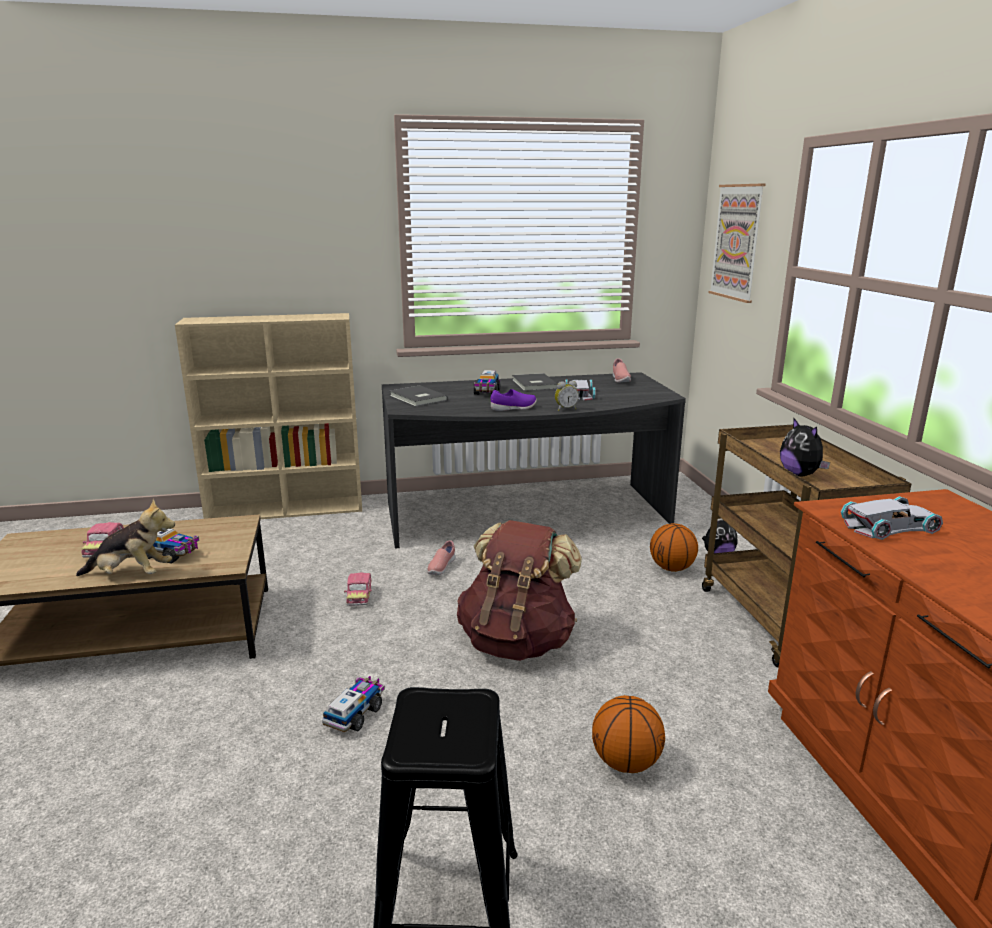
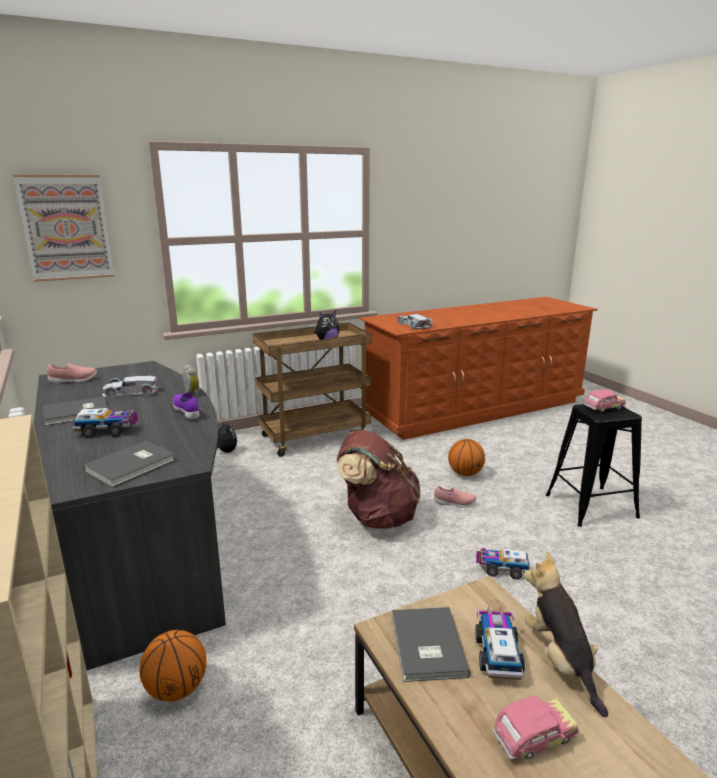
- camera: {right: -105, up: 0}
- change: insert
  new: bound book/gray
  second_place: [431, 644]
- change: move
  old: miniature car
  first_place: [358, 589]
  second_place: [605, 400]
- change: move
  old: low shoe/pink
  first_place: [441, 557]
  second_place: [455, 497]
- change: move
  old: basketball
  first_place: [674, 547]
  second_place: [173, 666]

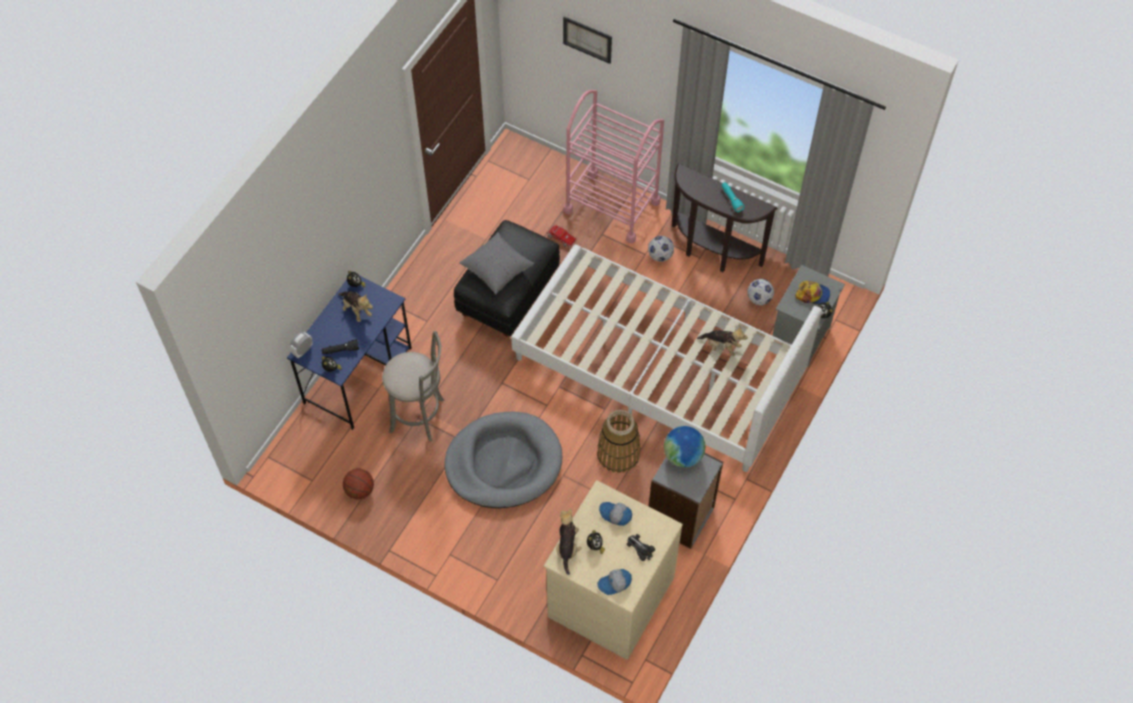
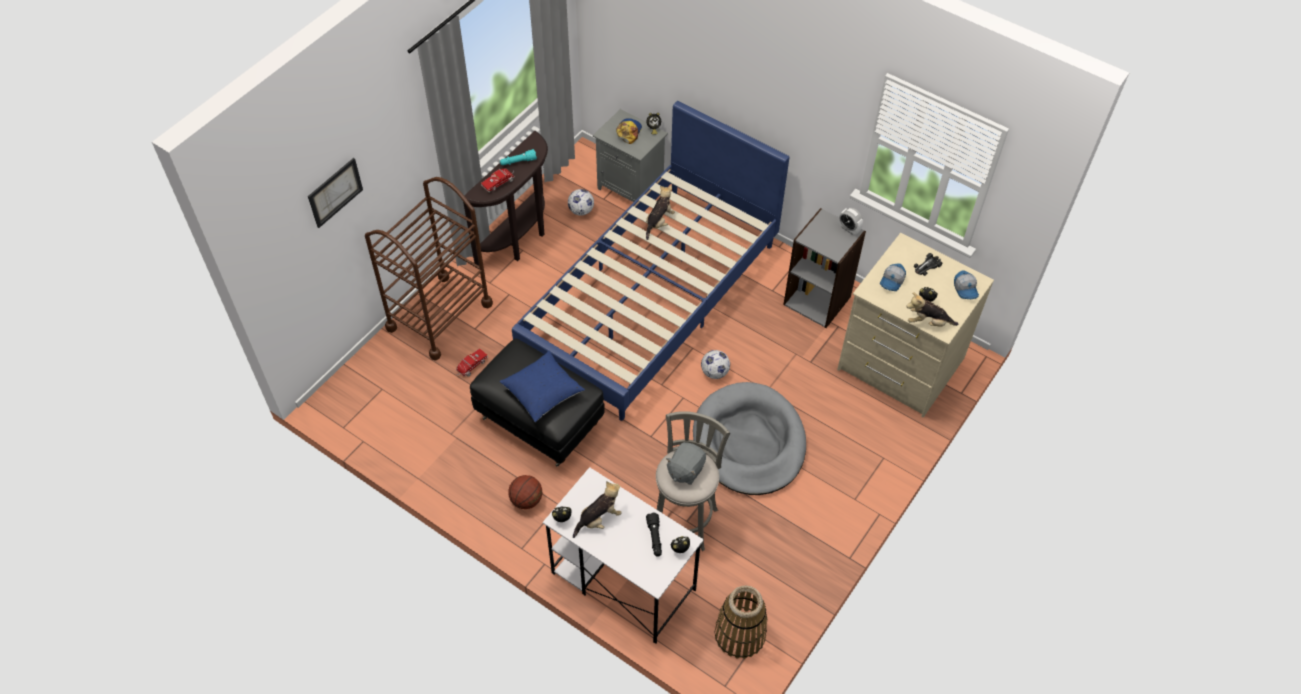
- camera: {right: -85, up: -5}
- change: delete
  old: globe
  first_place: [684, 447]
- change: insert
  new: toy lorry
  second_place: [498, 181]
- change: insert
  new: soft toy/gray
  second_place: [686, 463]
- change: move
  old: table clock
  first_place: [301, 345]
  second_place: [851, 221]
- change: move
  old: basketball
  first_place: [358, 484]
  second_place: [525, 492]
- change: move
  old: basket
  first_place: [619, 441]
  second_place: [741, 622]
- change: move
  old: ball for football
  first_place: [661, 249]
  second_place: [715, 364]
- change: recolor
  old: desk unit/bluish
  new: desk unit/whitish
  first_place: [349, 353]
  second_place: [623, 555]
- change: recolor
  old: throw pillow/gray
  new: throw pillow/bluish
  first_place: [496, 263]
  second_place: [542, 386]
- change: recolor
  old: bed/whitish
  new: bed/bluish
  first_place: [666, 358]
  second_place: [651, 261]
- change: recolor
  old: cart/pink
  new: cart/brown
  first_place: [613, 166]
  second_place: [429, 269]

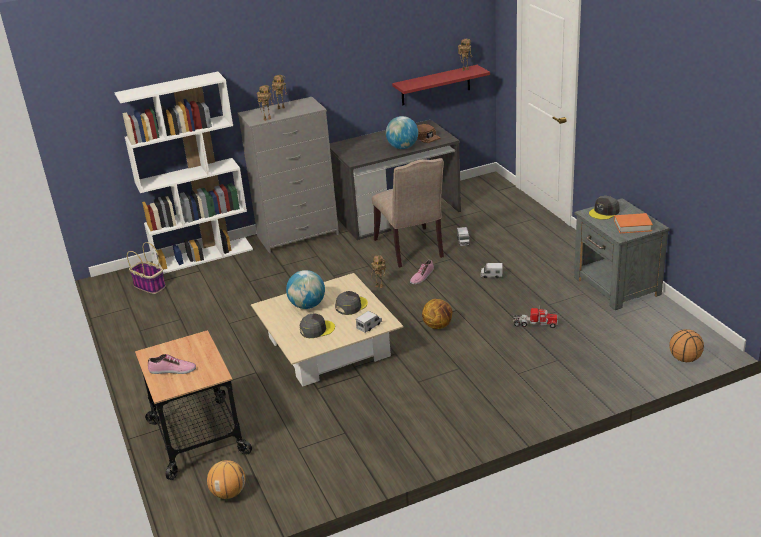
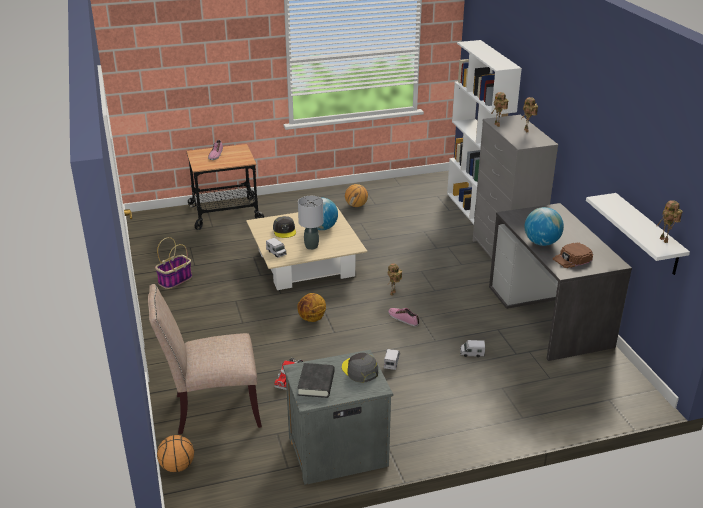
- camera: {right: 95, up: 0}
- change: move
  old: basket
  first_place: [146, 268]
  second_place: [173, 263]
- change: move
  old: basketball
  first_place: [226, 479]
  second_place: [356, 195]
- change: move
  old: upright chair/sand-coloured
  first_place: [408, 212]
  second_place: [205, 359]
- change: replace
  old: peaked cap/gray
  new: table lamp/gray
  first_place: [351, 303]
  second_place: [310, 223]
- change: recolor
  old: bracket shelf/reddish
  new: bracket shelf/whitish
  first_place: [441, 85]
  second_place: [638, 234]
- change: recolor
  old: bound book/orangey
  new: bound book/blackish
  first_place: [633, 223]
  second_place: [316, 380]

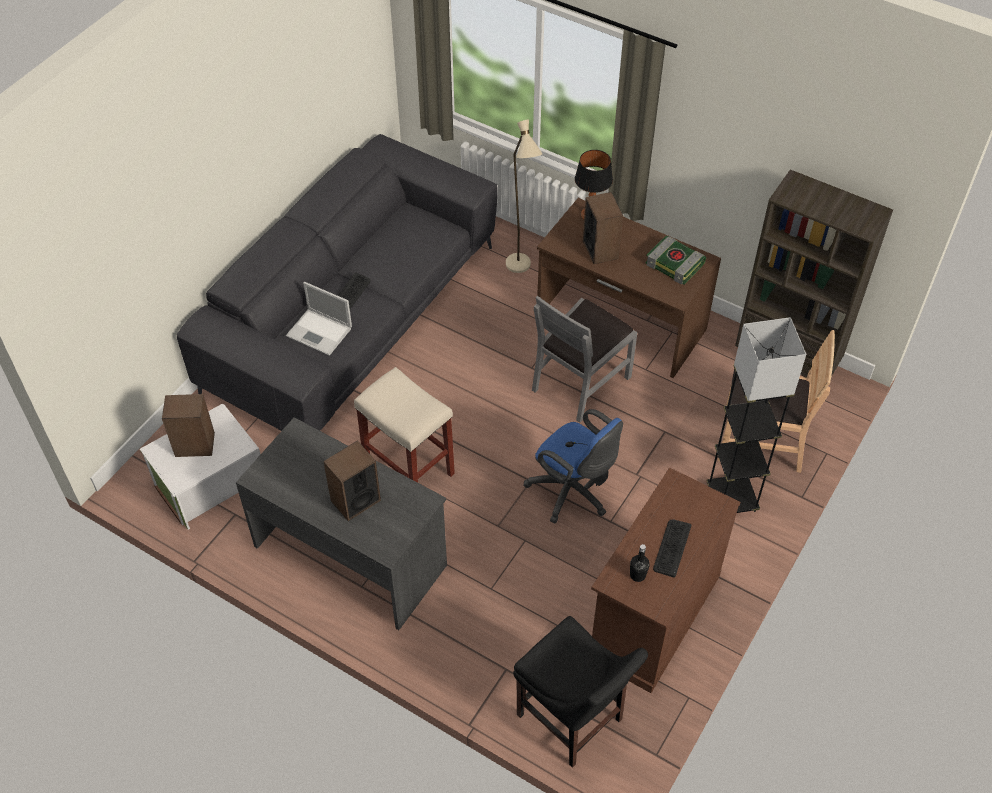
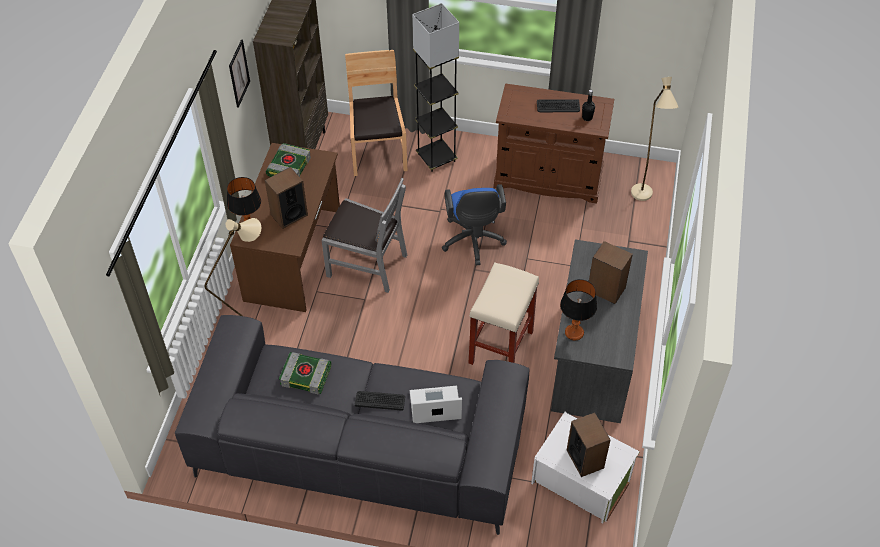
- camera: {right: -110, up: 0}
- change: insert
  new: picture
  second_place: [239, 73]
- change: insert
  new: bound book
  second_place: [305, 373]
- change: insert
  new: table lamp
  second_place: [578, 310]
- change: replace
  old: upright chair/blackish
  new: floor lamp/sand-coloured
  first_place: [580, 692]
  second_place: [654, 139]
- change: rotate
  old: laptop
  first_place: [319, 319]
  second_place: [436, 404]
  degrees: -105
- change: rotate
  old: office chair/bluish
  first_place: [573, 466]
  second_place: [474, 224]
  degrees: 150

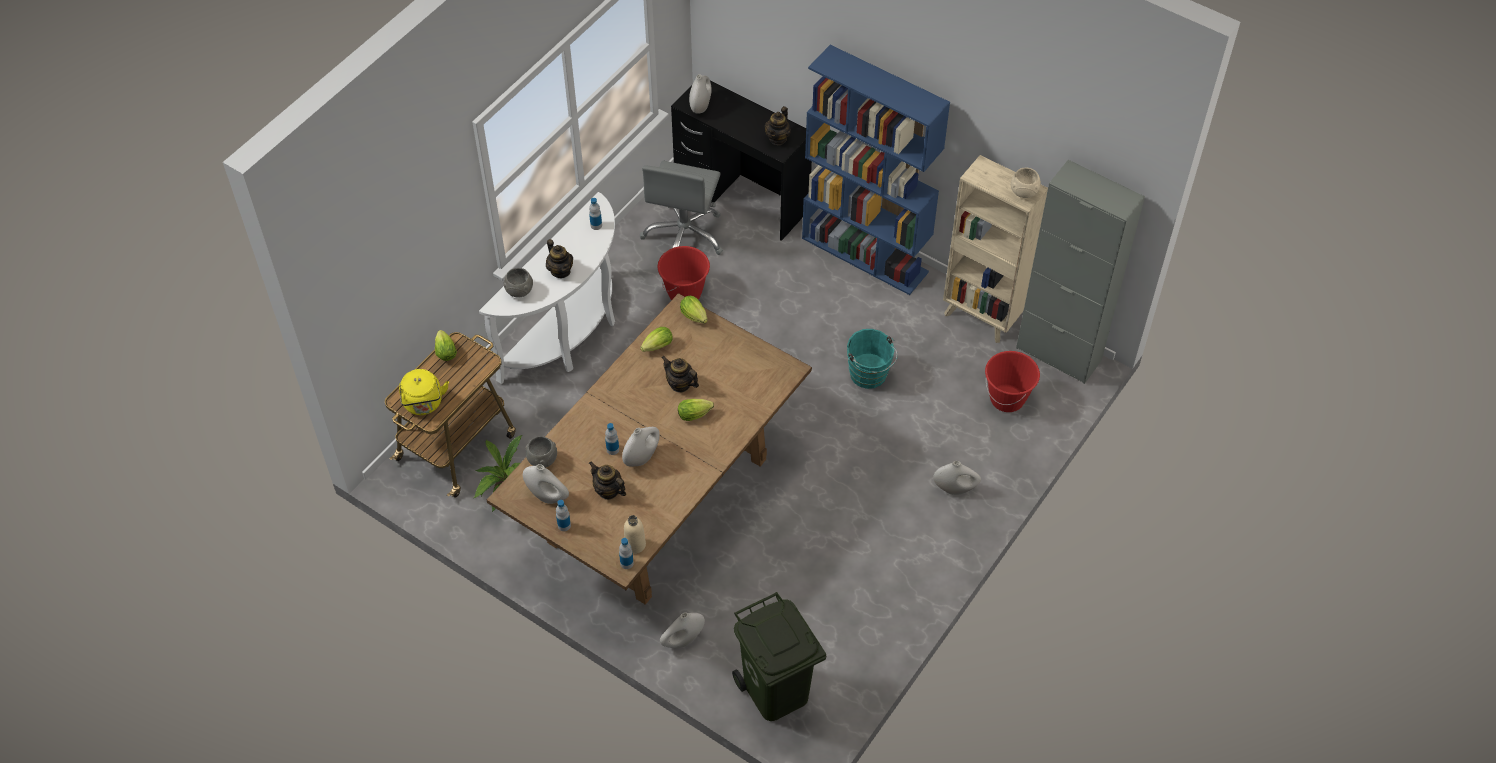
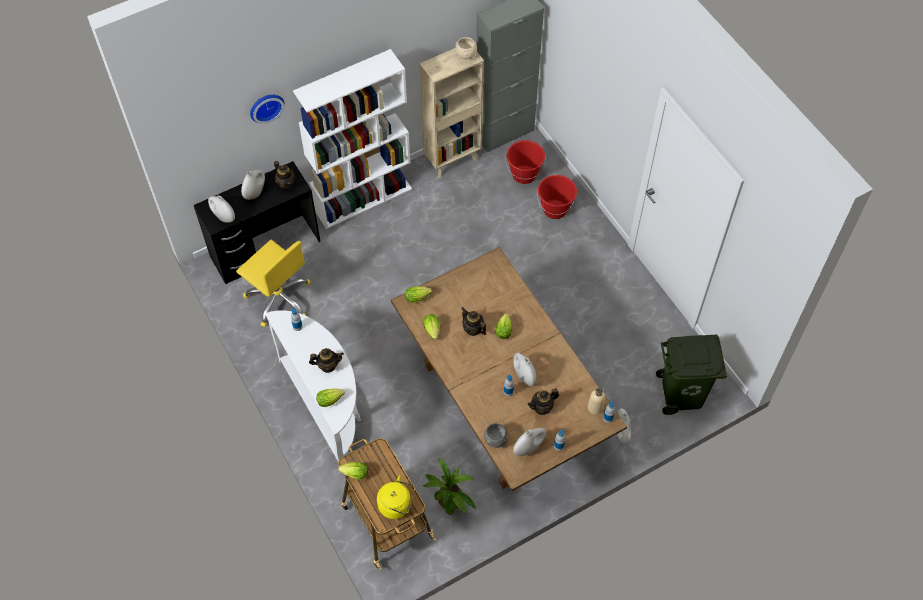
- camera: {right: -65, up: 5}
- change: delete
  old: water bucket/turquoise
  first_place: [872, 359]
- change: insert
  new: hanging clock
  second_place: [267, 109]
- change: move
  old: water bucket/reddish
  first_place: [683, 273]
  second_place: [557, 197]
- change: move
  old: vase/whitish
  first_place: [957, 478]
  second_place: [253, 185]
- change: replace
  old: deep dish/gray
  new: lettuce head
  first_place: [518, 282]
  second_place: [330, 397]
- change: recolor
  old: office chair/gray
  new: office chair/yellowish
  first_place: [681, 208]
  second_place: [273, 283]
- change: recolor
  old: bookshelf/bluish
  new: bookshelf/whitish
  first_place: [876, 170]
  second_place: [352, 139]
- change: rotate
  old: pot for tea
  first_place: [680, 374]
  second_place: [473, 321]
  degrees: 75

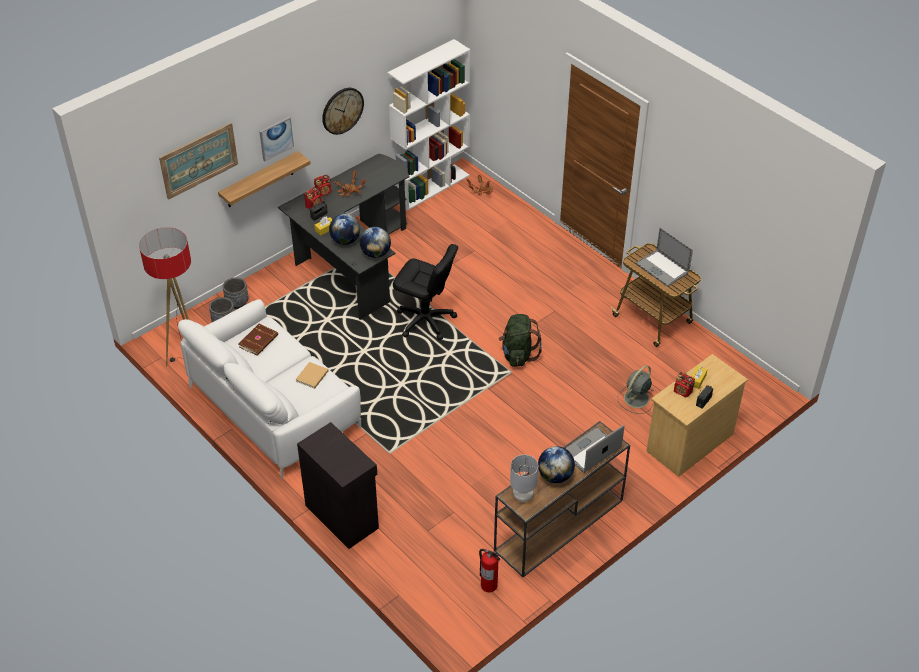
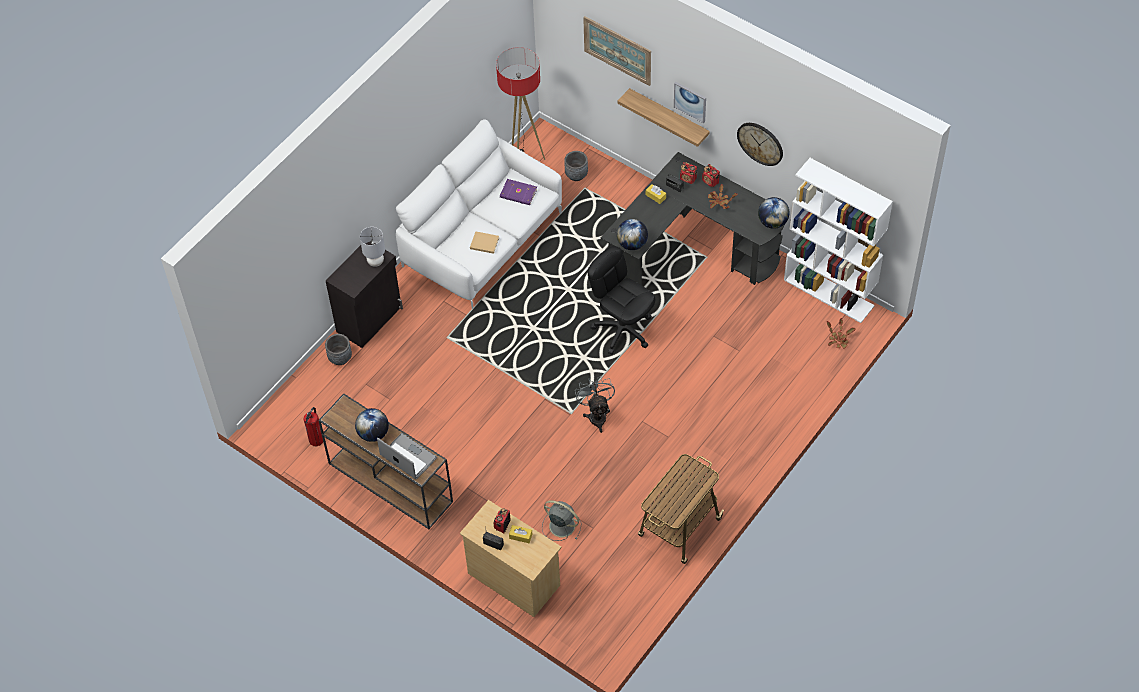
- camera: {right: 80, up: 10}
- change: delete
  old: laptop
  first_place: [664, 257]
- change: move
  old: flower pot/gray
  first_place: [236, 293]
  second_place: [338, 349]
- change: move
  old: globe
  first_place: [344, 229]
  second_place: [773, 213]
- change: move
  old: table lamp/gray
  first_place: [524, 478]
  second_place: [372, 247]
- change: replace
  old: backpack/green
  new: electric fan/gray
  first_place: [520, 340]
  second_place: [595, 404]
- change: recolor
  old: bound book/brown
  new: bound book/purple
  first_place: [258, 340]
  second_place: [518, 192]
- change: rotate
  old: office chair/blackish
  first_place: [425, 292]
  second_place: [621, 300]
  degrees: 120

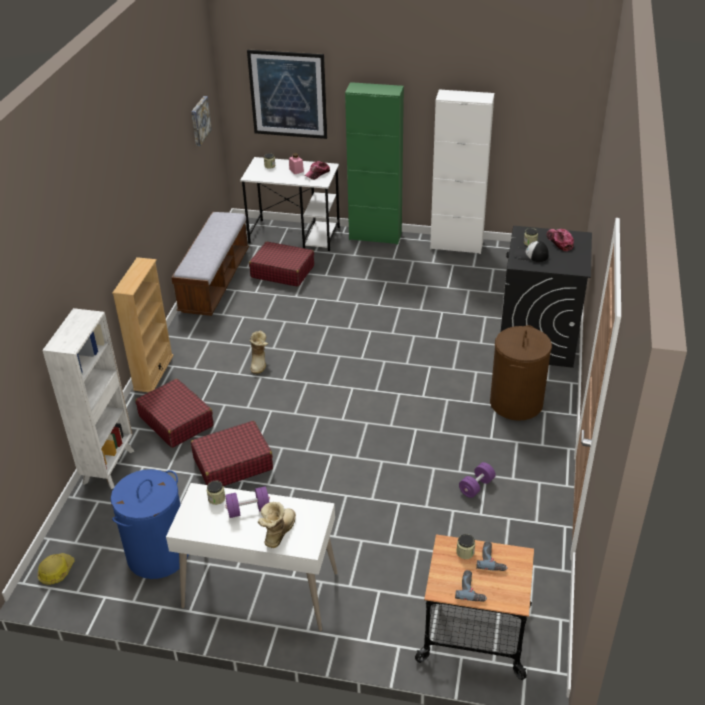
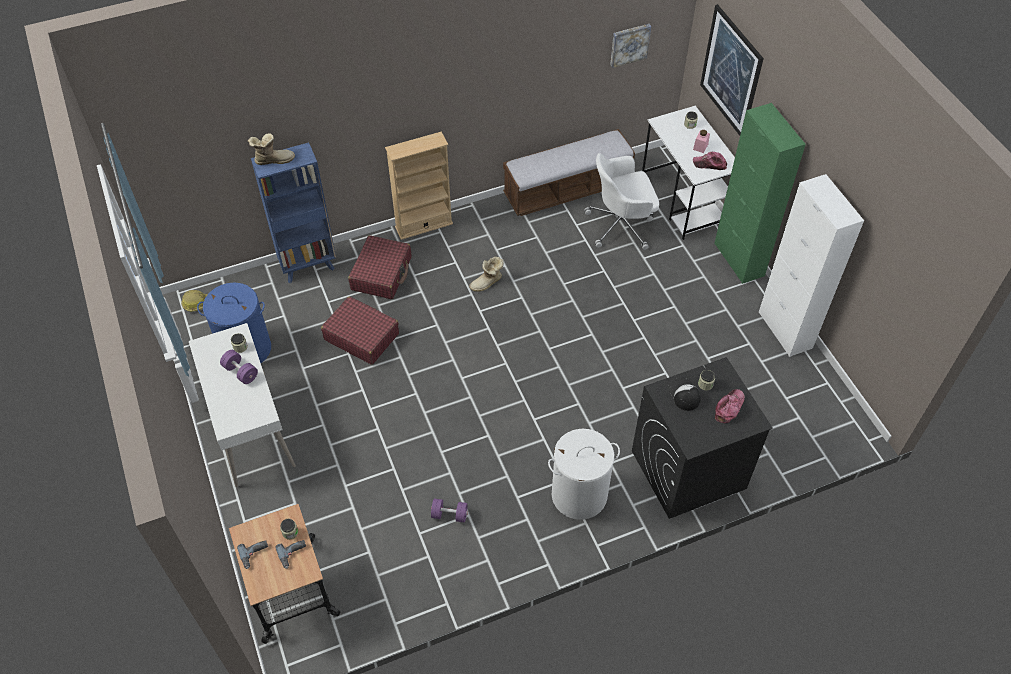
- camera: {right: 55, up: 15}
- change: move
  old: high-top boot
  first_place: [277, 525]
  second_place: [271, 149]
- change: replace
  old: suitcase/reddish
  new: office chair/whitish
  first_place: [281, 264]
  second_place: [621, 201]
- change: recolor
  old: bookshelf/whitish
  new: bookshelf/bluish
  first_place: [88, 398]
  second_place: [293, 212]
- change: recolor
  old: laundry basket/brown
  new: laundry basket/whitish
  first_place: [521, 373]
  second_place: [584, 474]

